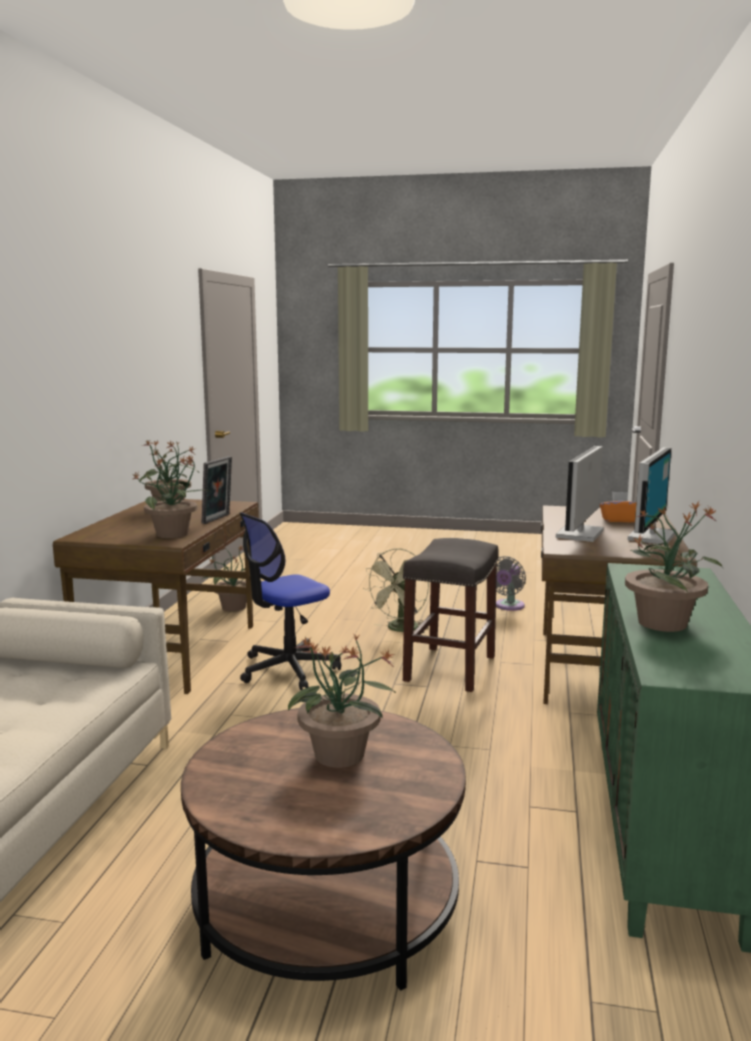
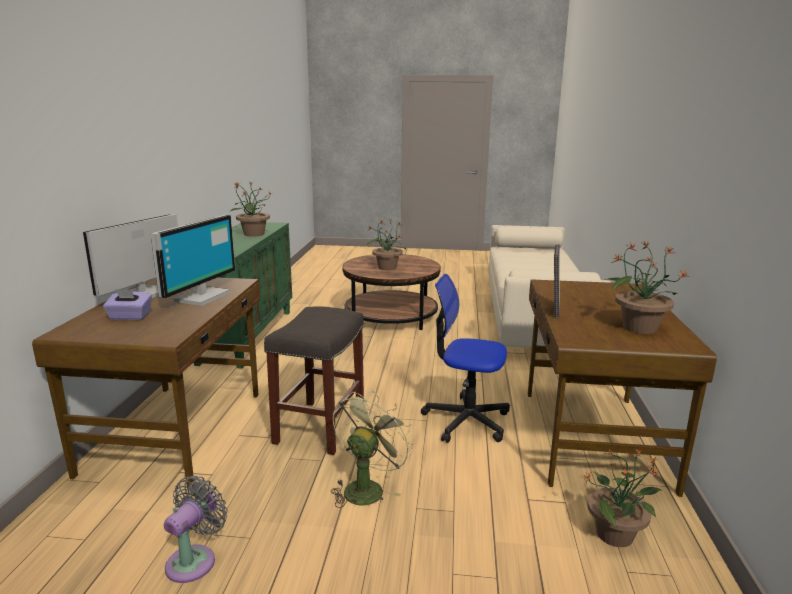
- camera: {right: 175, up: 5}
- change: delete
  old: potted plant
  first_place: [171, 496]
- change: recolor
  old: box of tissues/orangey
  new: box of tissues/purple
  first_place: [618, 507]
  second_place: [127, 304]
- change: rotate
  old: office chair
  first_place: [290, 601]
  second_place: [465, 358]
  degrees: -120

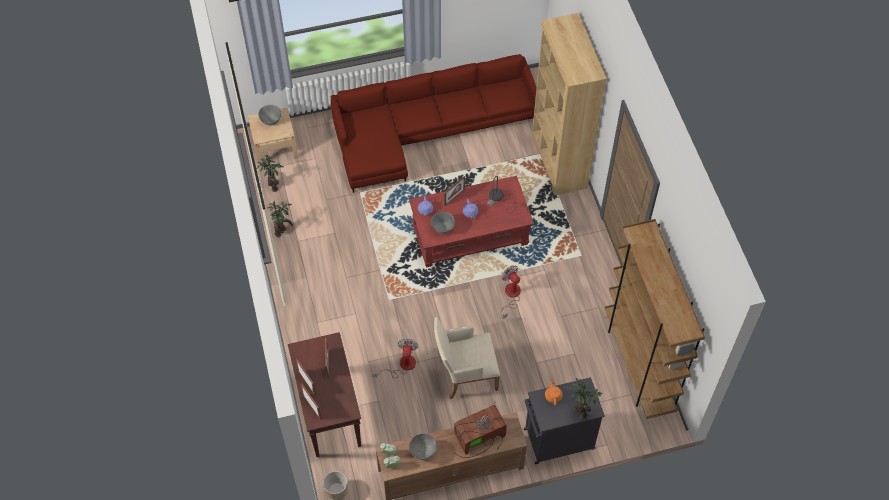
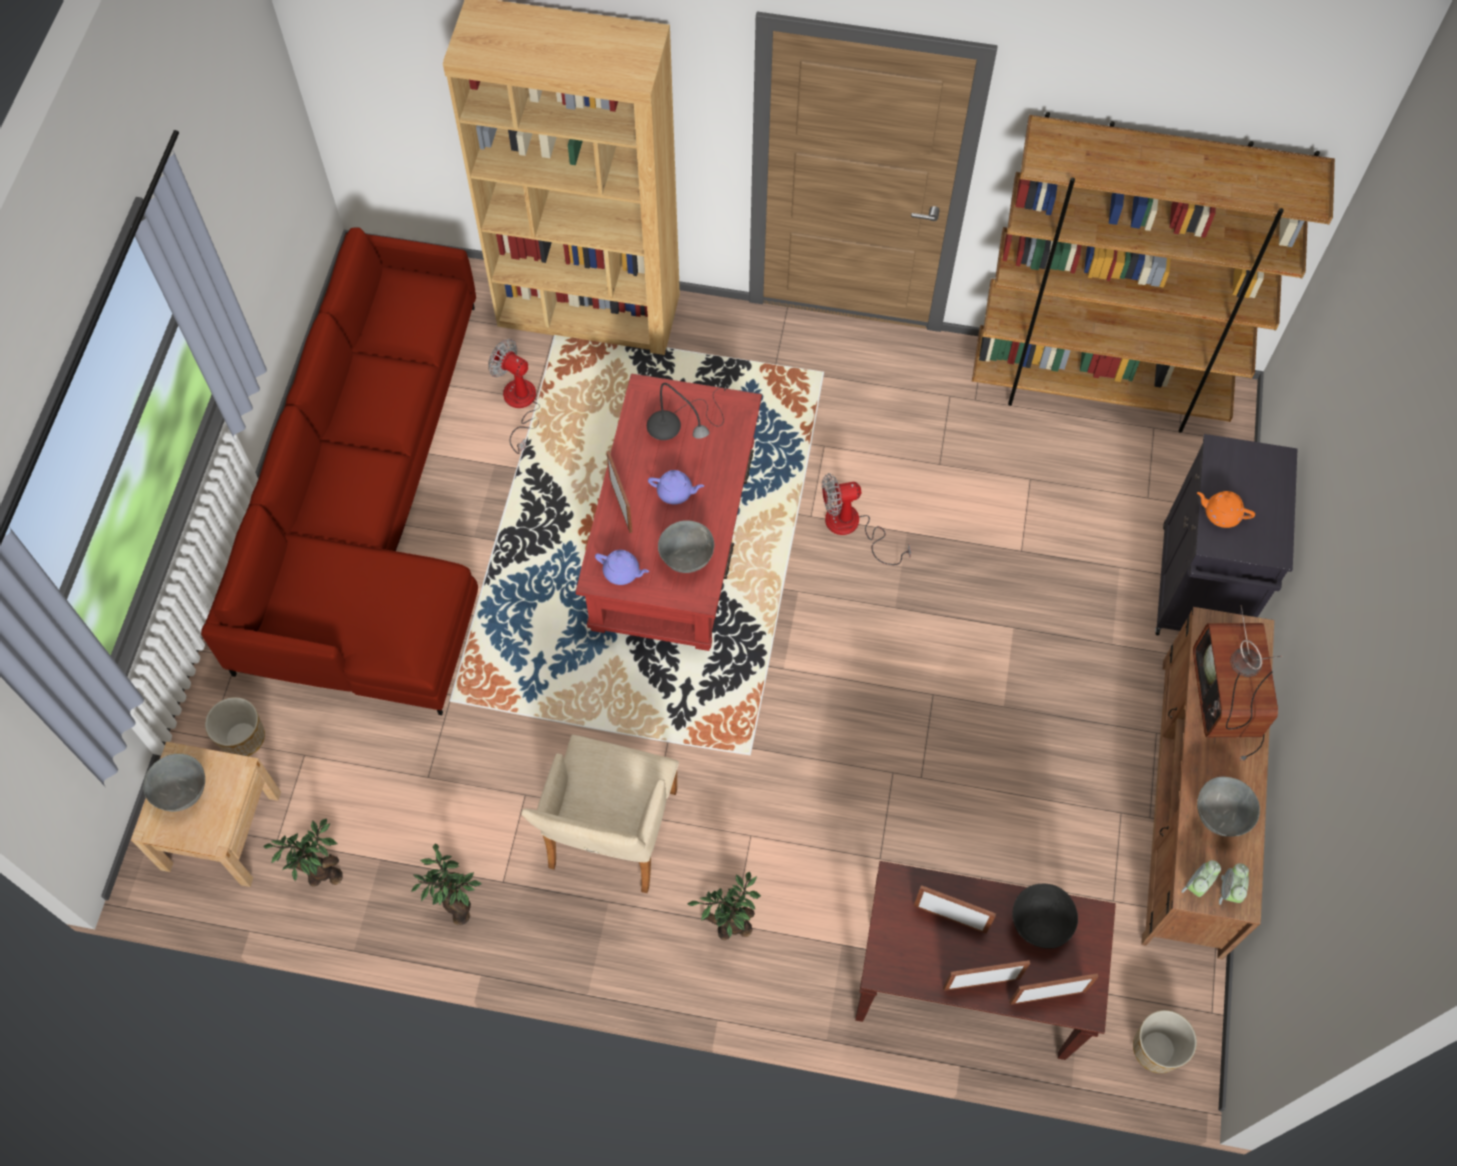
- camera: {right: -65, up: 5}
- change: insert
  new: flower pot
  second_place: [235, 726]
- change: insert
  new: deep dish/blackish
  second_place: [1045, 916]
- change: move
  old: electric fan
  first_place: [395, 358]
  second_place: [514, 396]
- change: move
  old: lounge chair/sand-coloured
  first_place: [467, 358]
  second_place: [600, 814]
- change: move
  old: potted plant
  first_place: [586, 398]
  second_place: [724, 906]

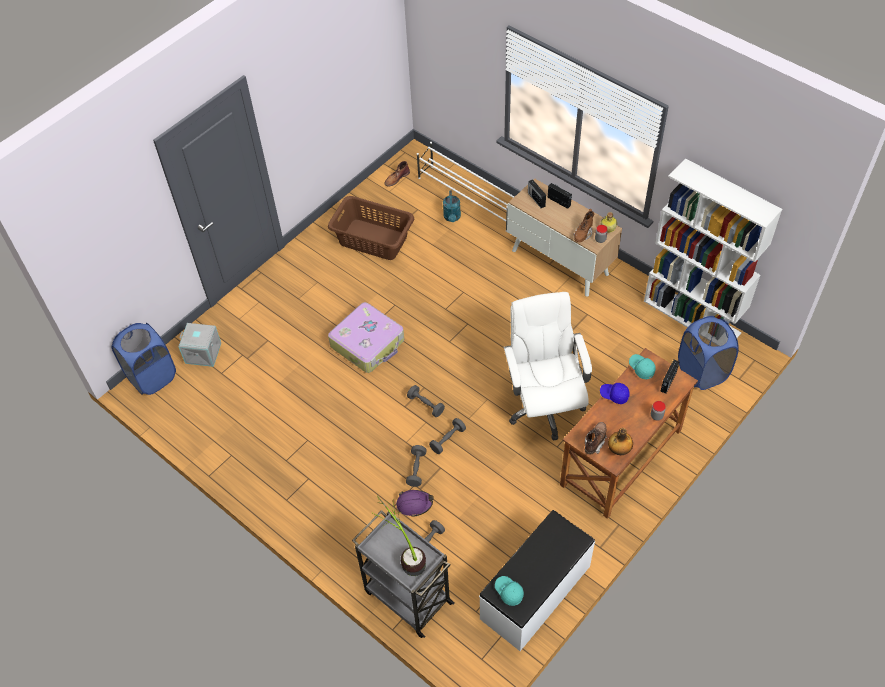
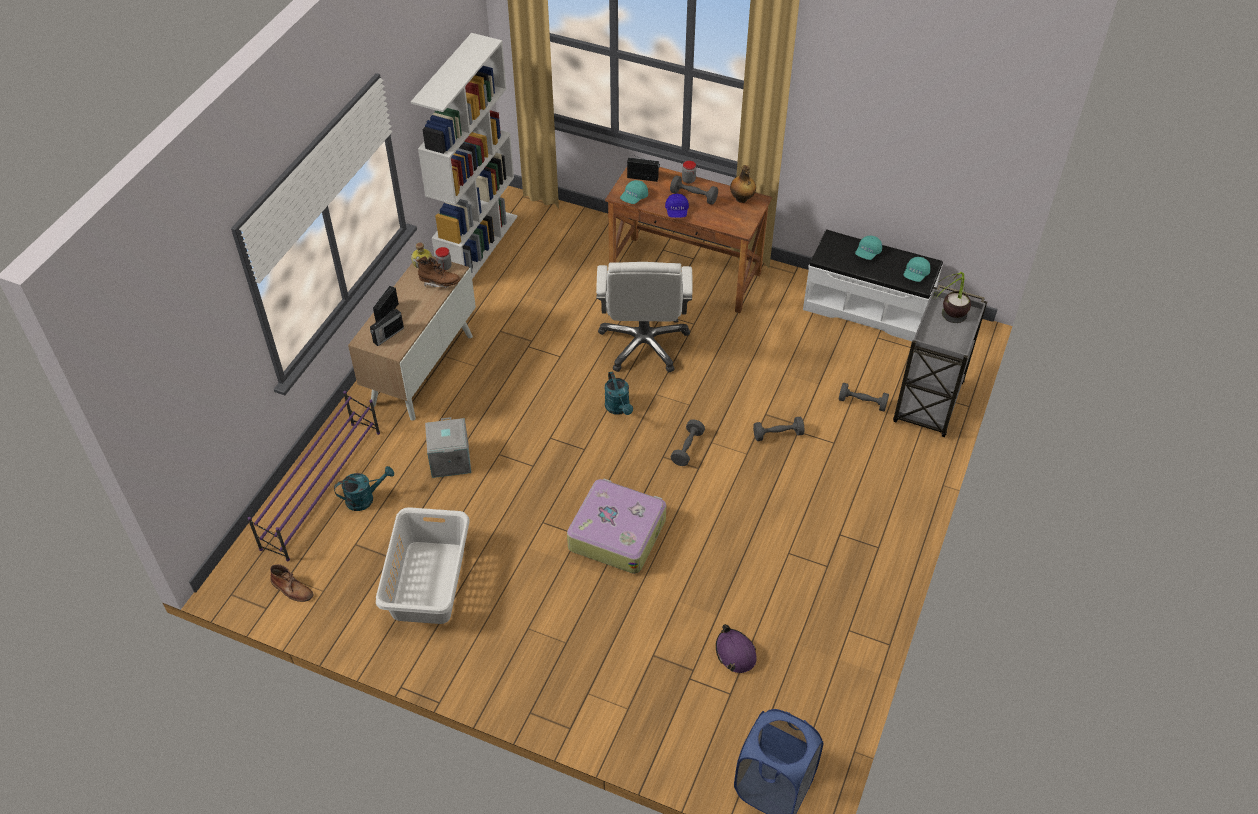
- camera: {right: -110, up: -5}
- change: delete
  old: high-top boot/brown
  first_place: [596, 438]
- change: delete
  old: laundry basket/bluish
  first_place: [708, 353]
- change: insert
  new: watering can/turquoise
  second_place: [619, 393]
- change: insert
  new: peaked cap/turquoise
  second_place: [868, 247]
- change: move
  old: storage container/gray
  first_place: [199, 345]
  second_place: [448, 447]
- change: move
  old: safety helmet/purple
  first_place: [415, 503]
  second_place: [736, 648]
- change: move
  old: hand weight/gray
  first_place: [447, 436]
  second_place: [694, 190]
- change: recolor
  old: laundry basket/brown
  new: laundry basket/whitish
  first_place: [371, 228]
  second_place: [423, 565]
- change: recolor
  old: shoe shelf/whitish
  new: shoe shelf/purple
  first_place: [465, 187]
  second_place: [314, 476]
- change: rotate
  old: office chair/whitish
  first_place: [548, 366]
  second_place: [644, 317]
  degrees: -60

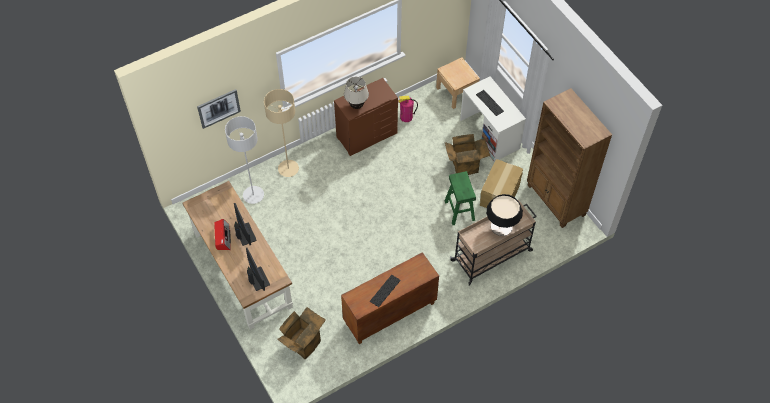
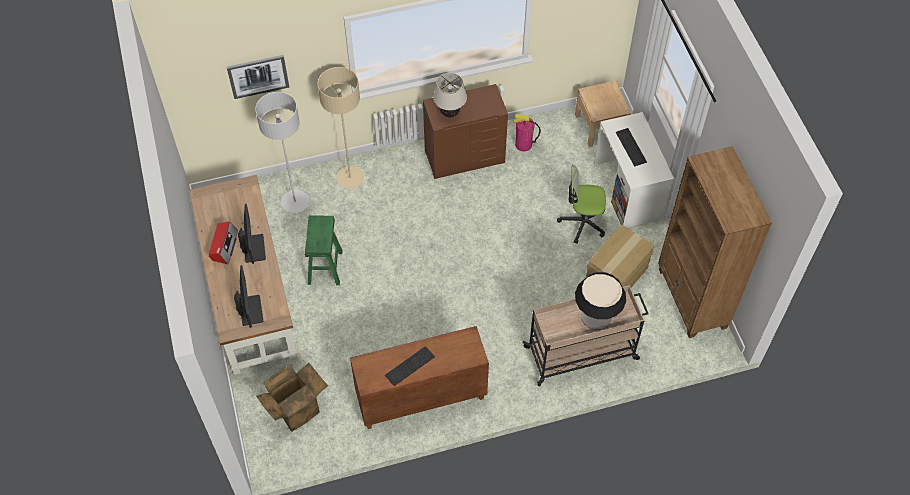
- camera: {right: 15, up: 0}
- change: move
  old: stool seat/green
  first_place: [460, 198]
  second_place: [324, 250]
- change: replace
  old: cardboard box
  new: office chair
  first_place: [467, 154]
  second_place: [581, 204]

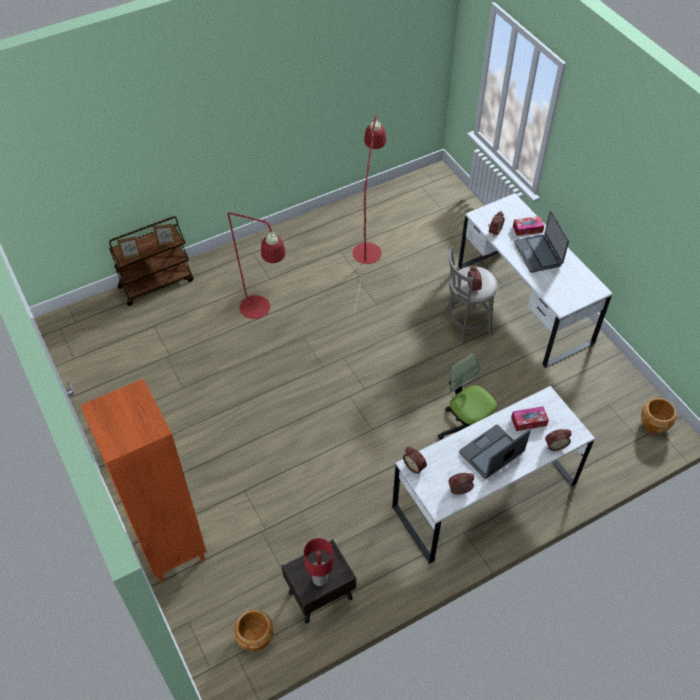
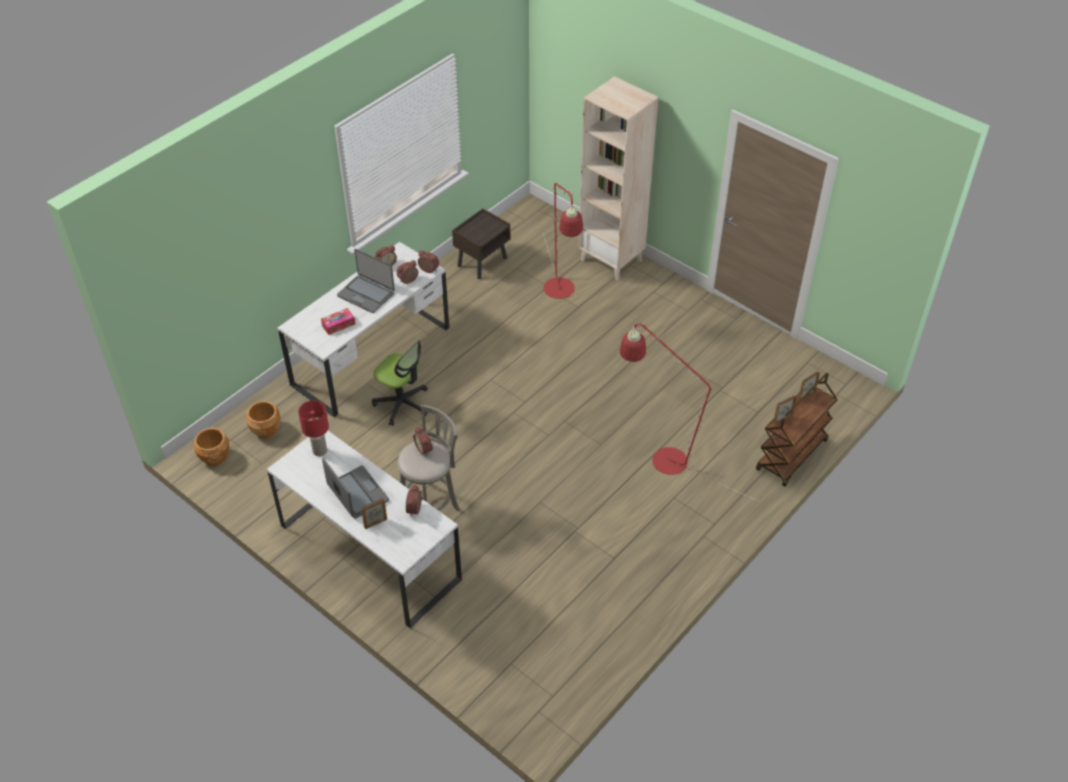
- camera: {right: 160, up: -5}
- change: move
  old: flower pot/brown
  first_place: [253, 630]
  second_place: [263, 420]
- change: move
  old: table lamp/reddish
  first_place: [319, 562]
  second_place: [313, 428]
- change: move
  old: floor lamp/reddish
  first_place: [369, 214]
  second_place: [563, 241]
- change: move
  old: table clock
  first_place: [558, 440]
  second_place: [407, 272]
- change: replace
  old: box of tissues
  new: standing frame
  first_place: [528, 226]
  second_place: [374, 513]
- change: recolor
  old: bookshelf/orangey
  new: bookshelf/sand-coloured
  first_place: [143, 481]
  second_place: [618, 178]
- change: rotate
  old: laptop
  first_place: [495, 452]
  second_place: [366, 281]
  degrees: 90

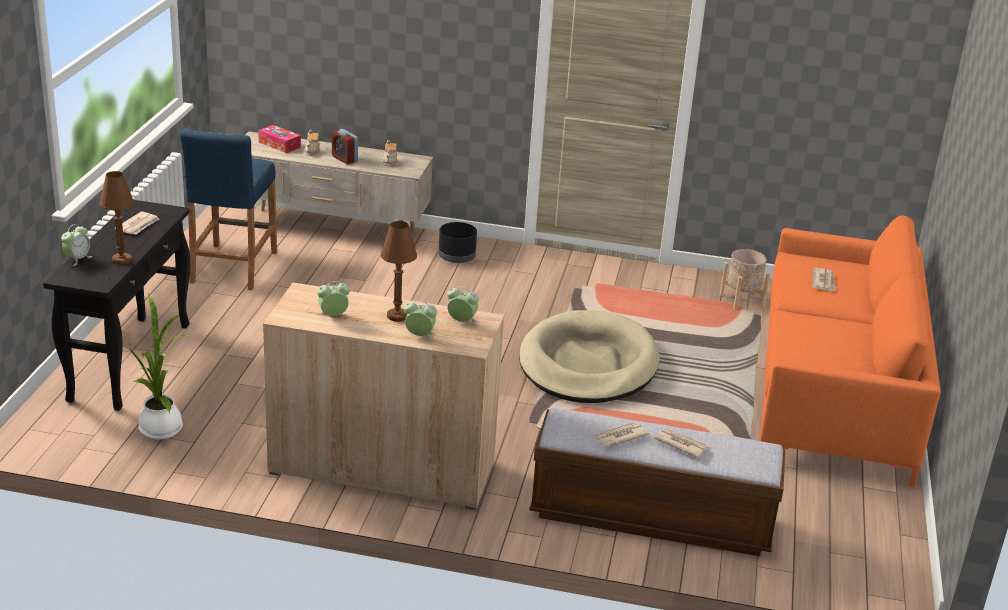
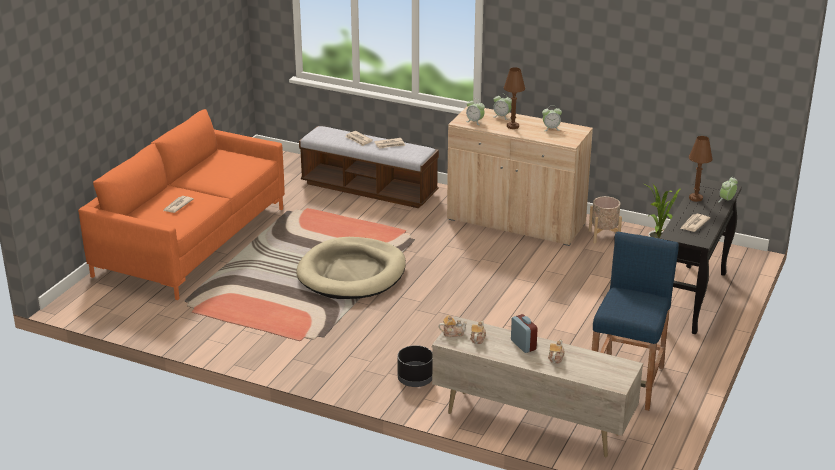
- camera: {right: -165, up: 0}
- change: delete
  old: box of tissues
  first_place: [279, 139]
- change: insert
  new: pot for tea
  second_place: [453, 326]
- change: move
  old: flower pot/sand-coloured
  first_place: [745, 279]
  second_place: [605, 219]

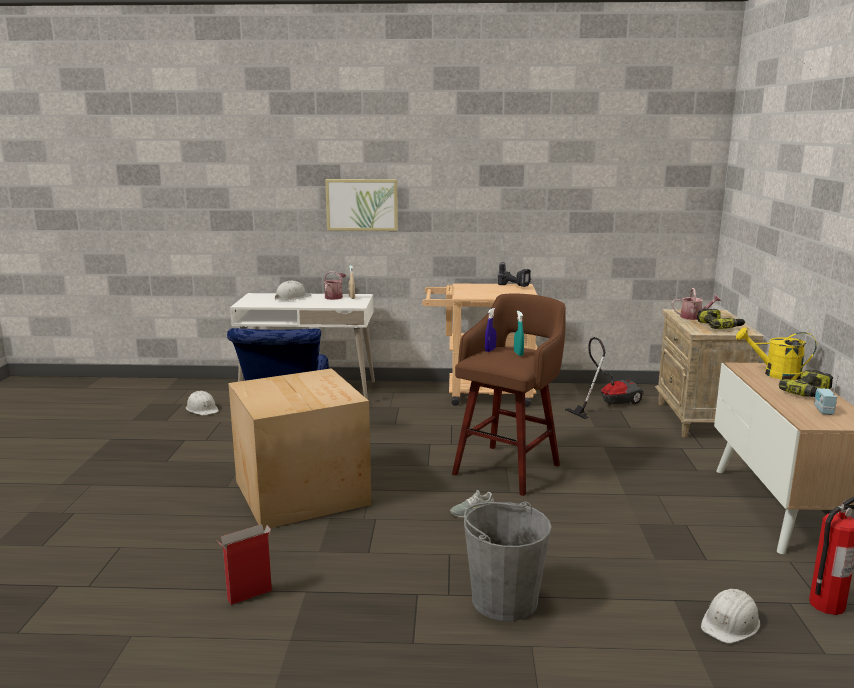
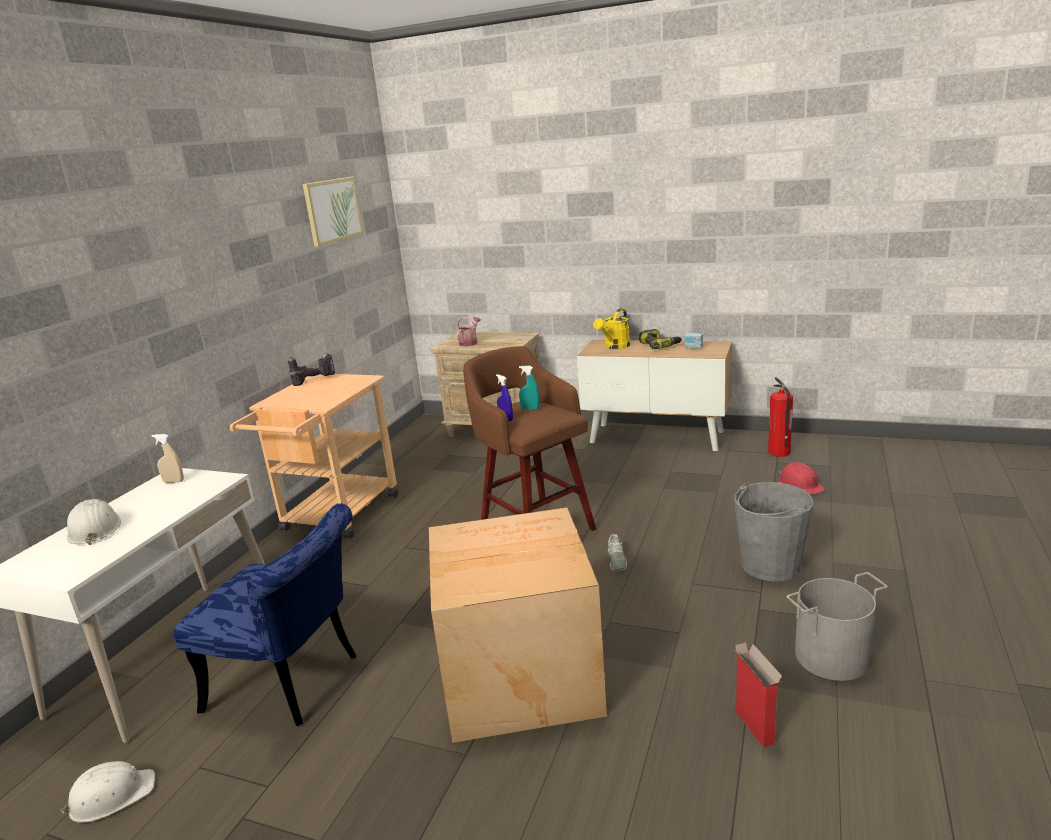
- camera: {right: -70, up: 5}
- change: delete
  old: watering can
  first_place: [335, 285]
- change: delete
  old: vacuum
  first_place: [604, 378]
- change: delete
  old: electric drill
  first_place: [721, 319]
- change: insert
  new: water bucket/gray
  second_place: [837, 626]
- change: move
  old: picture
  first_place: [361, 205]
  second_place: [333, 211]
- change: recolor
  old: safety helmet/whitish
  new: safety helmet/reddish
  first_place: [730, 616]
  second_place: [802, 478]

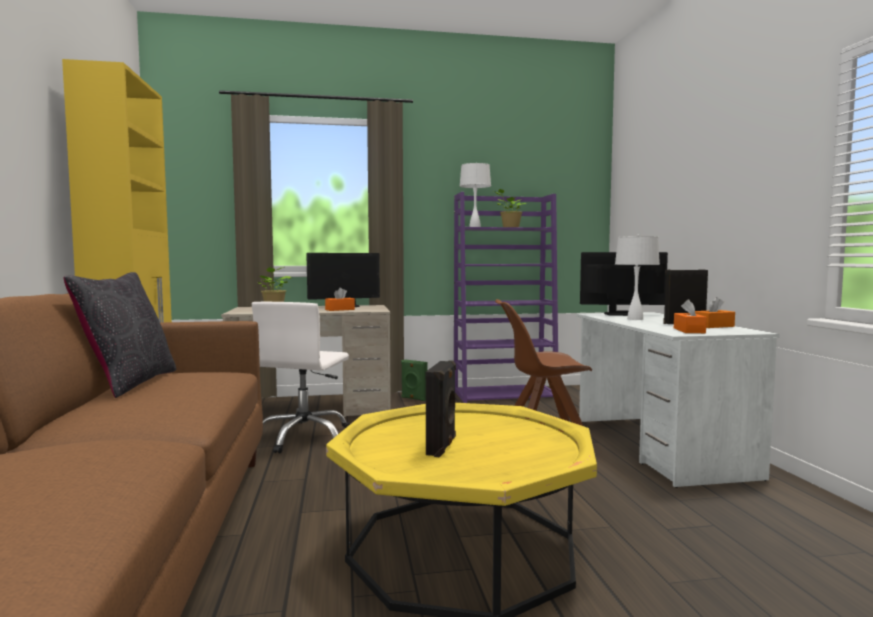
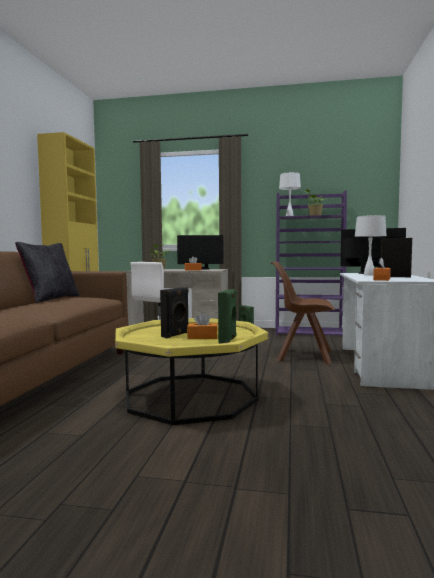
- camera: {right: 20, up: 0}
- change: insert
  new: audio speaker/green
  second_place: [227, 316]
- change: move
  old: box of tissues/orangey
  first_place: [715, 312]
  second_place: [202, 325]

